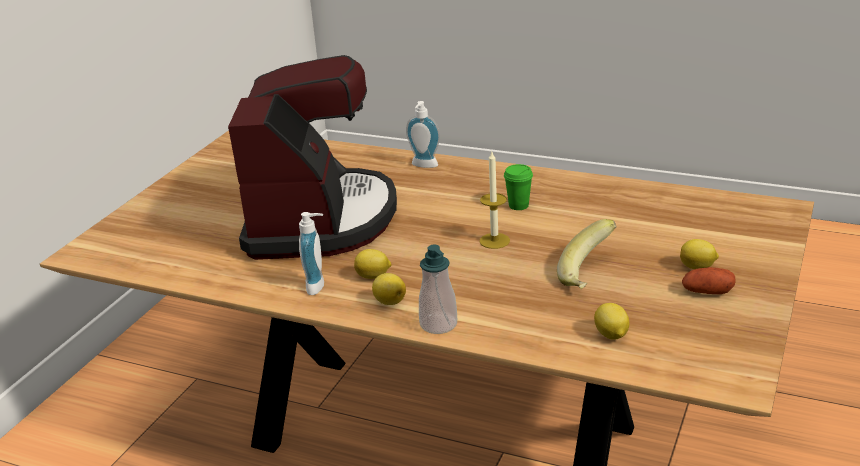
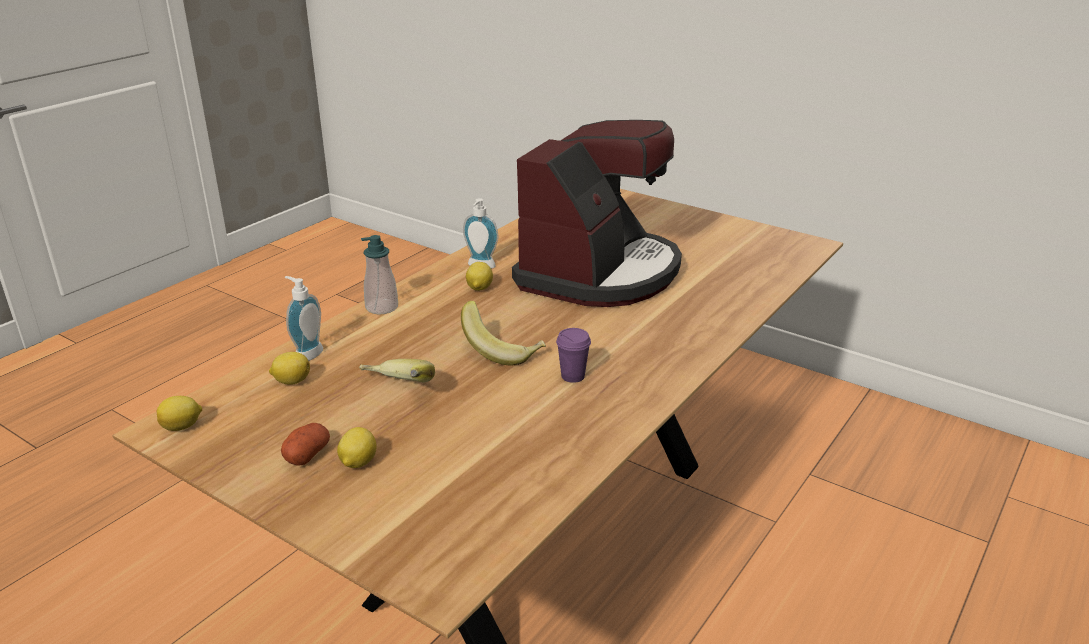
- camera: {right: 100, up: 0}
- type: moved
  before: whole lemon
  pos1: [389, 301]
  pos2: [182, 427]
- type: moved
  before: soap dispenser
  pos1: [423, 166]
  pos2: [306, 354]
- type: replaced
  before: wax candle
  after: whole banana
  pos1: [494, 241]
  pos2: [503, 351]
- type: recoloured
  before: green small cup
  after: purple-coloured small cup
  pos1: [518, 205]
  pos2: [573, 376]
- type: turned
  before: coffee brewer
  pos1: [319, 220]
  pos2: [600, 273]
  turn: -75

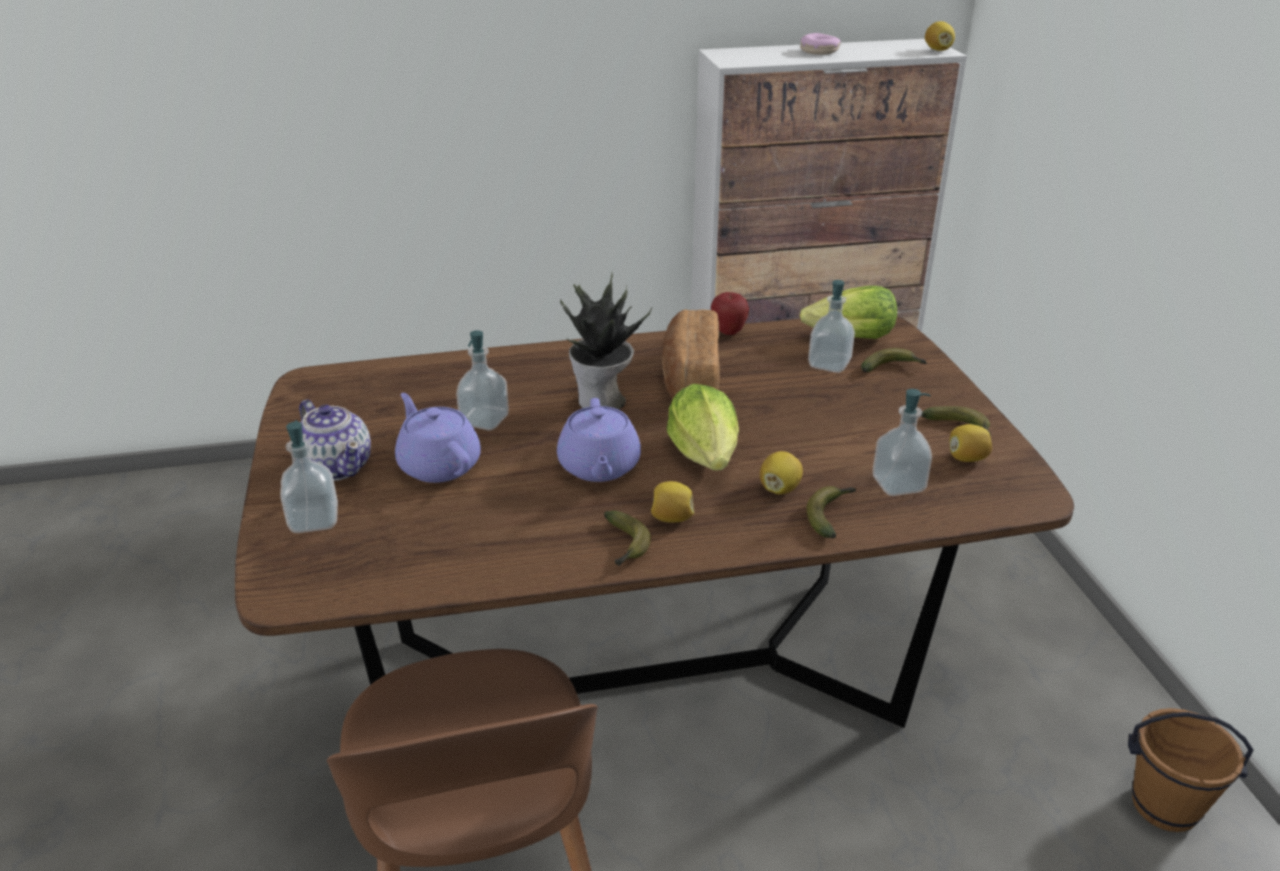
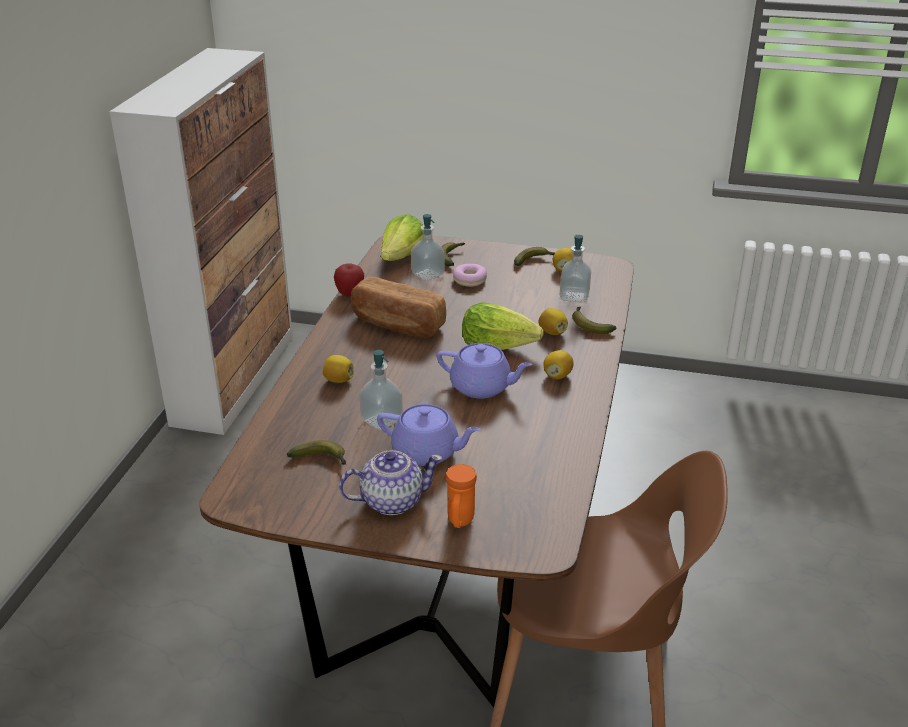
- camera: {right: -65, up: 0}
- type: removed
  before: potted plant
  pos1: [602, 402]
- type: removed
  before: brown bucket
  pos1: [1164, 805]
- type: moved
  before: whole banana
  pos1: [625, 546]
  pos2: [322, 459]
- type: moved
  before: doughnut
  pos1: [819, 51]
  pos2: [470, 280]
- type: moved
  before: whole lemon
  pos1: [938, 50]
  pos2: [338, 380]
- type: replaced
  before: soap dispenser
  after: orange coffee mug
  pos1: [314, 520]
  pos2: [459, 522]
- type: turned
  before: purple-coloured pot for tea
  pos1: [438, 465]
  pos2: [427, 452]
  turn: -150

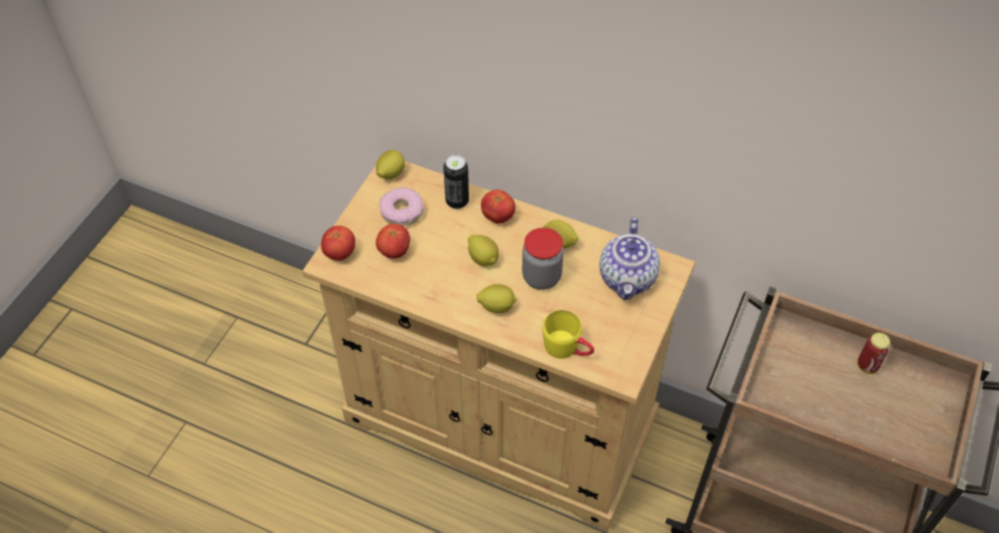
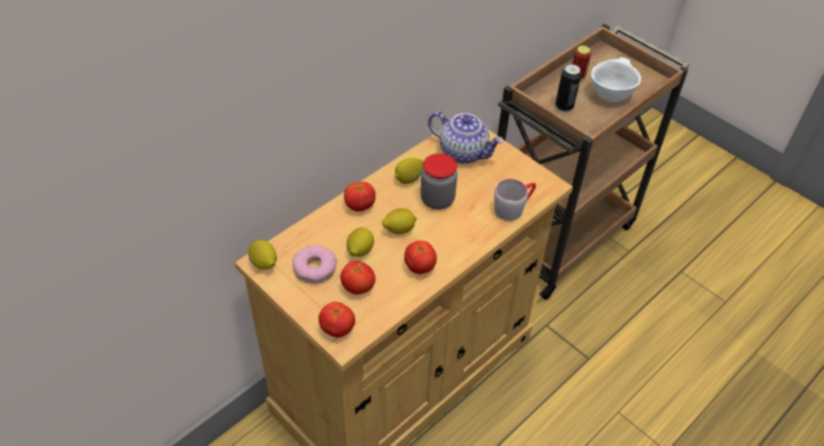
- camera: {right: -70, up: -5}
- type: added
  after: tomato
  pos2: [419, 267]
- type: added
  after: white-coloured serving bowl
  pos2: [610, 95]
- type: moved
  before: metal can
  pos1: [457, 201]
  pos2: [564, 106]
- type: moved
  before: whole lemon
  pos1: [497, 306]
  pos2: [359, 251]
- type: recoloured
  before: yellowish coffee mug
  after: grey coffee mug
  pos1: [568, 348]
  pos2: [513, 207]

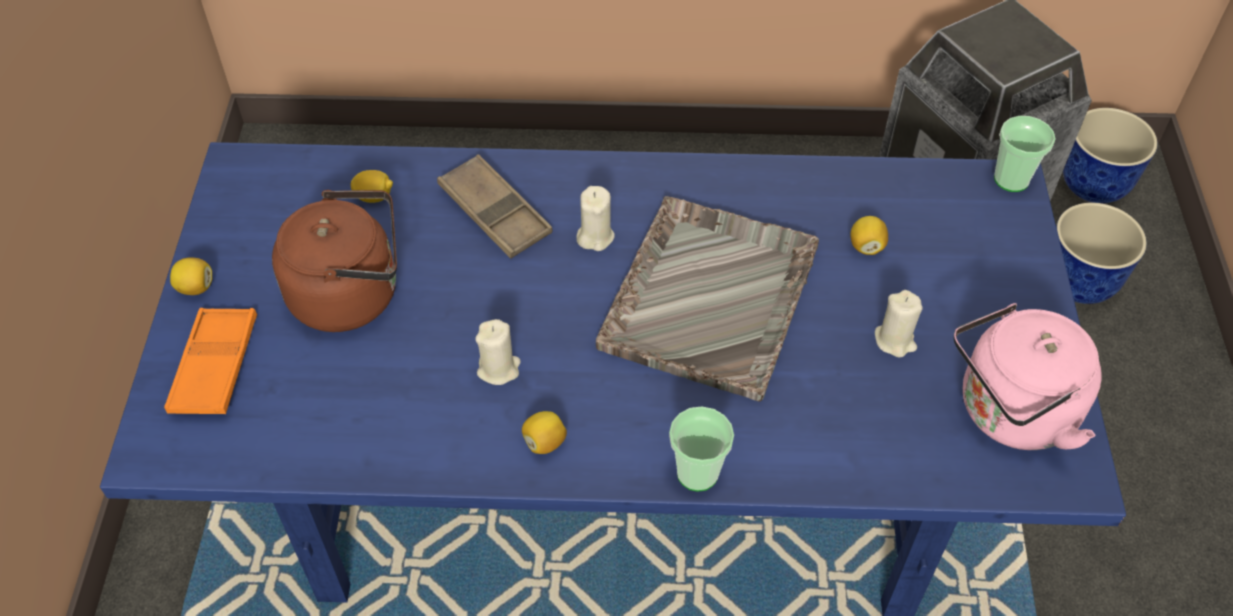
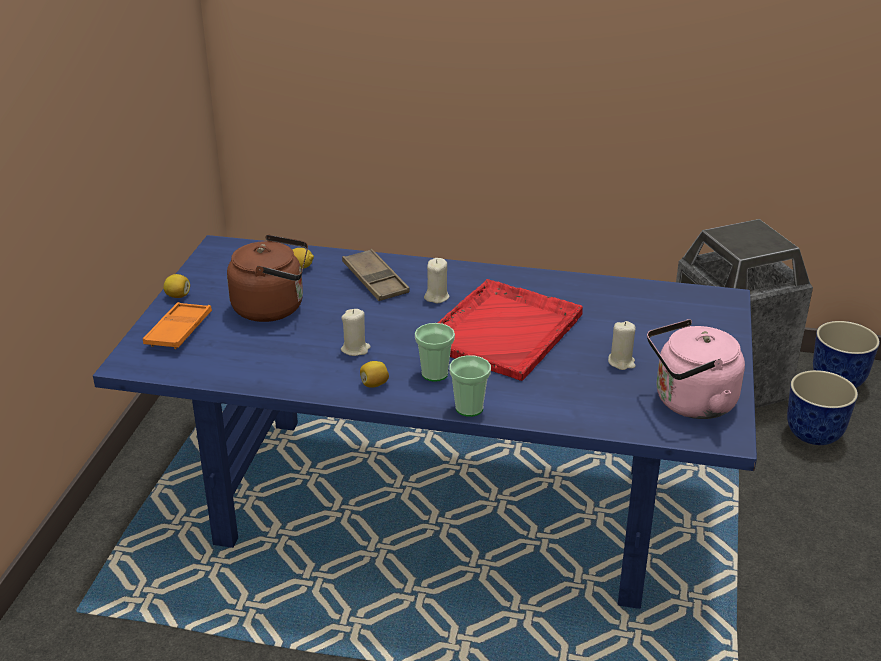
- camera: {right: 10, up: -20}
- type: removed
  before: whole lemon
  pos1: [866, 246]
- type: moved
  before: small cup
  pos1: [1011, 179]
  pos2: [434, 374]
- type: recoloured
  before: grey serving tray
  after: red-coloured serving tray
  pos1: [711, 296]
  pos2: [504, 330]

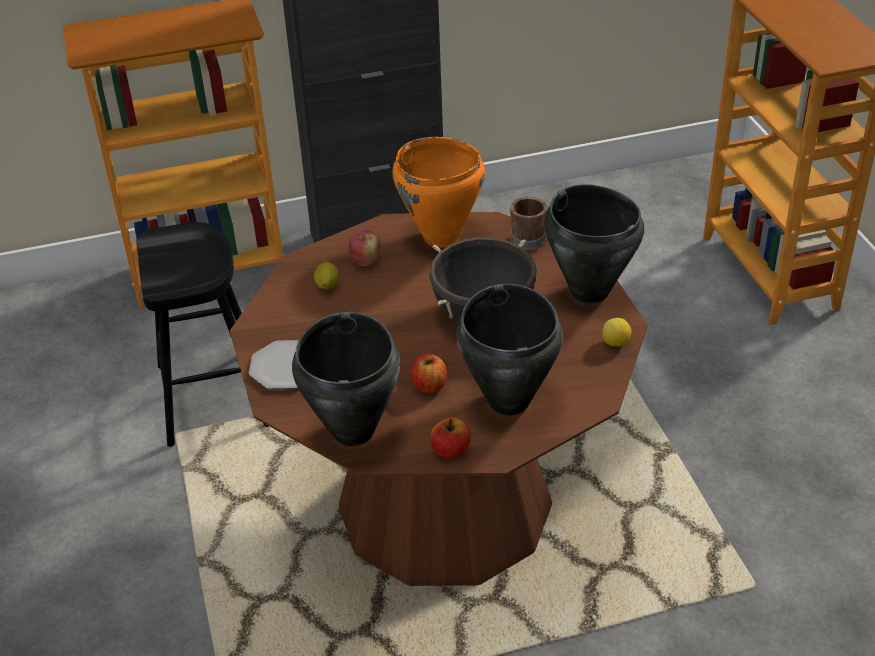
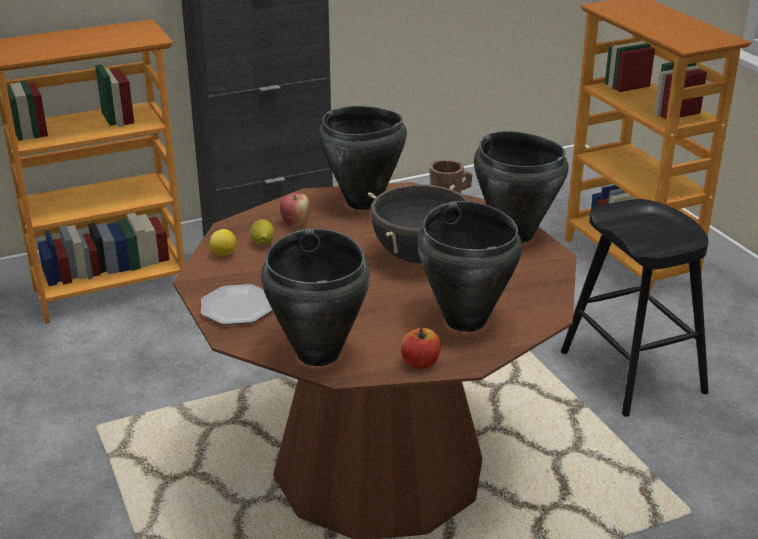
- camera: {right: -10, up: -10}
- type: removed
  before: whole apple
  pos1: [429, 385]
- type: moved
  before: black sitting stool
  pos1: [213, 395]
  pos2: [632, 372]
- type: moved
  before: whole lemon
  pos1: [616, 343]
  pos2: [224, 254]
- type: recoloured
  before: orange saucepot
  after: black saucepot
  pos1: [441, 237]
  pos2: [363, 202]

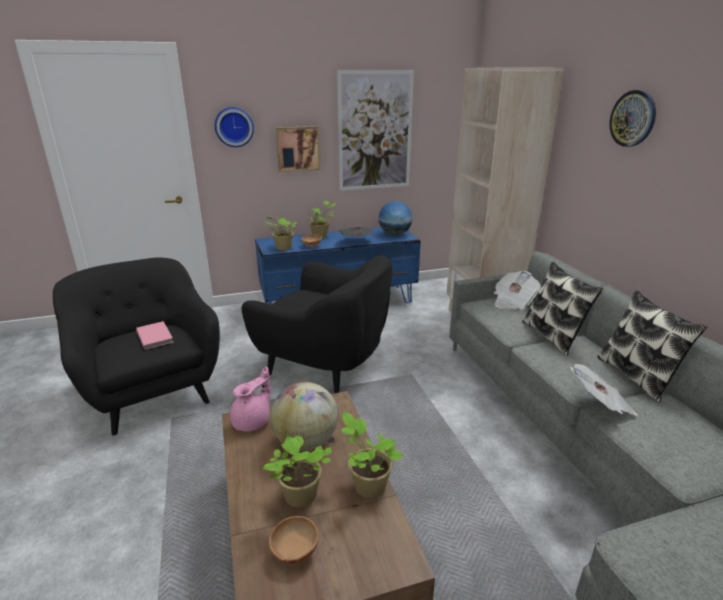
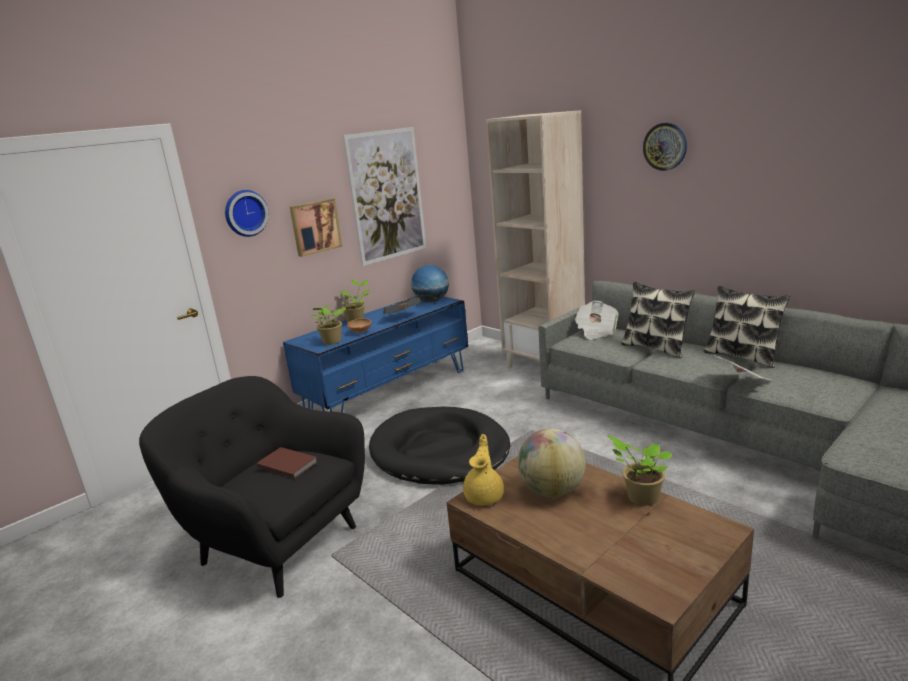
- camera: {right: -25, up: -5}
- type: removed
  before: potted plant
  pos1: [299, 497]
- type: removed
  before: brown serving bowl
  pos1: [294, 551]
- type: replaced
  before: black armchair
  after: black dog cushion
  pos1: [325, 365]
  pos2: [440, 451]
- type: recoloured
  before: pink-coloured volume
  after: brown volume
  pos1: [155, 336]
  pos2: [288, 464]
- type: recoloured
  before: pink-coloured pot for tea
  after: yellowish pot for tea
  pos1: [253, 421]
  pos2: [485, 495]

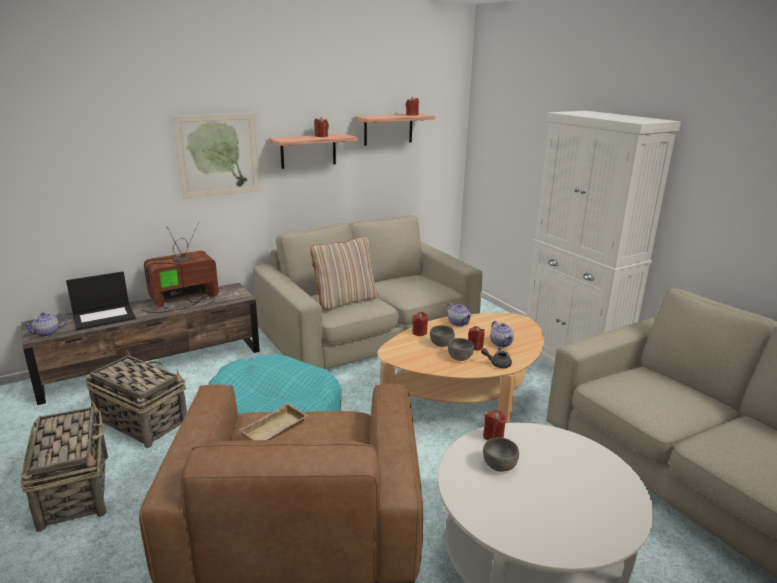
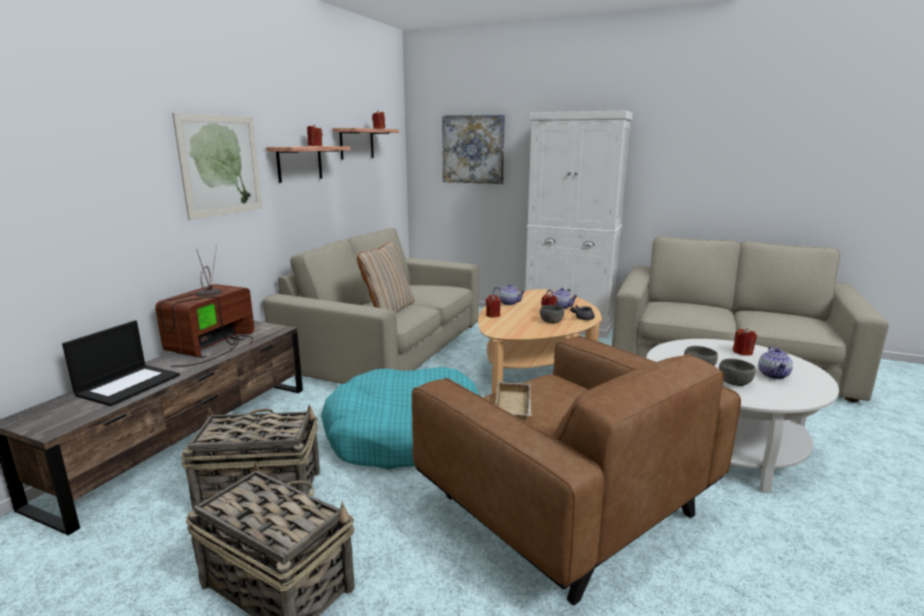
- camera: {right: -35, up: -5}
- type: added
  after: wall picture
  pos2: [473, 149]
- type: moved
  before: pot for tea
  pos1: [47, 333]
  pos2: [774, 375]
- type: moved
  before: grey serving bowl
  pos1: [441, 344]
  pos2: [735, 382]
- type: moved
  before: red-coloured wax candle
  pos1: [493, 436]
  pos2: [742, 352]

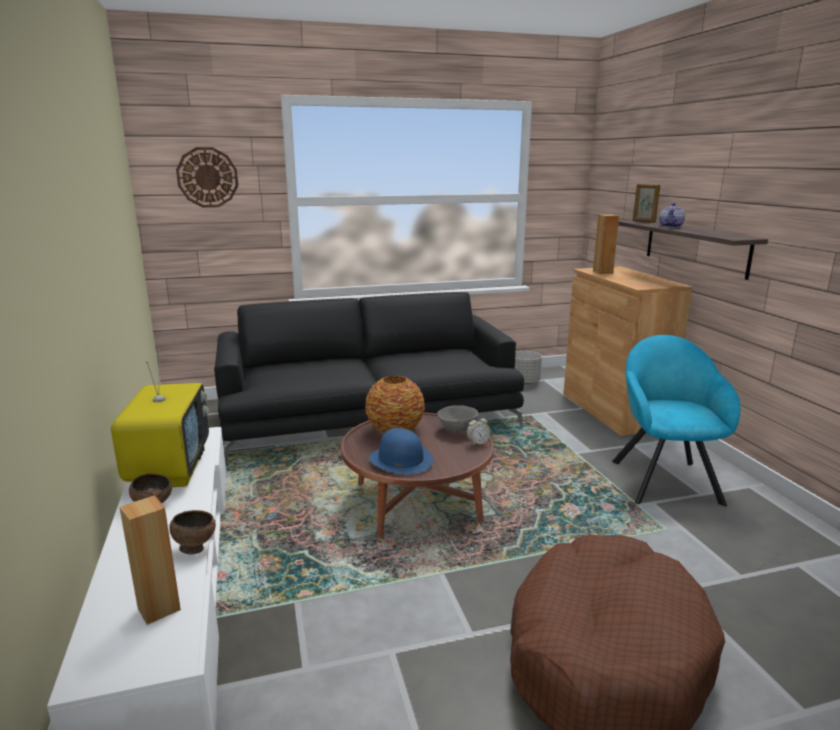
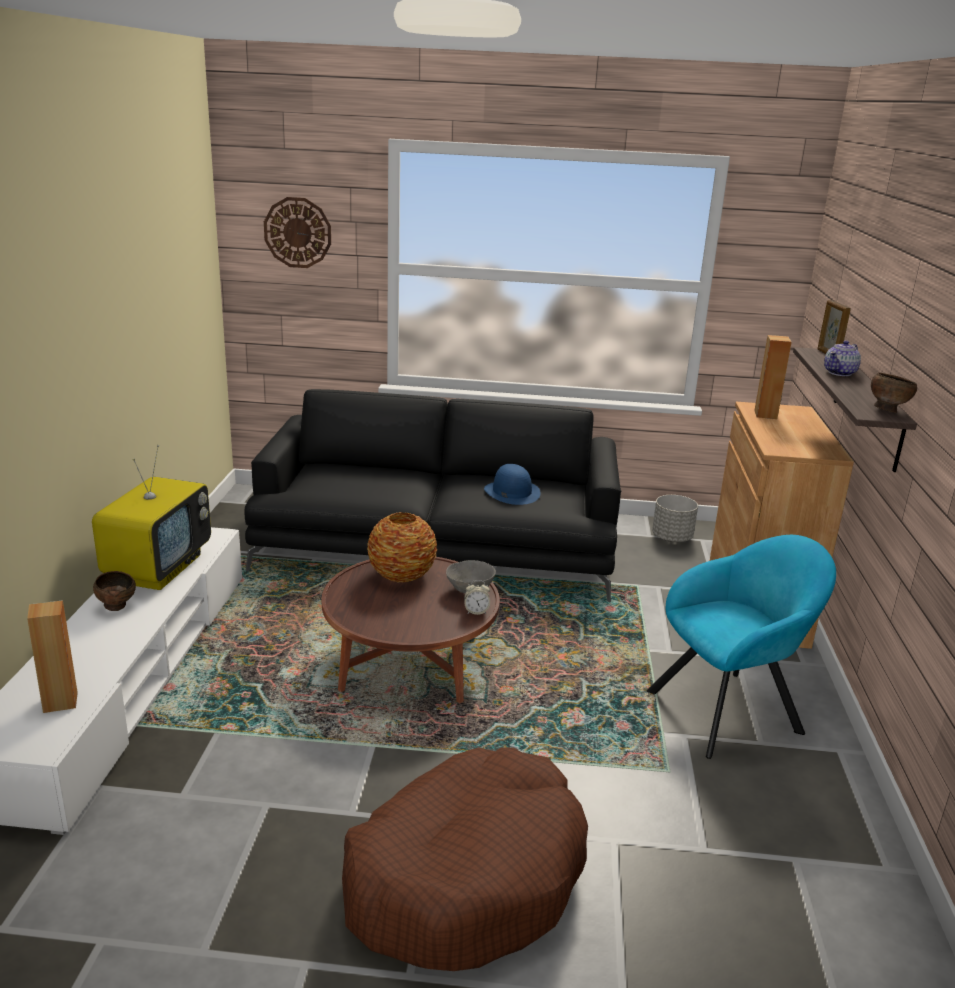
- camera: {right: 20, up: 5}
- type: moved
  before: brown serving bowl
  pos1: [195, 549]
  pos2: [886, 410]
- type: moved
  before: bluish clothing hat
  pos1: [400, 459]
  pos2: [511, 492]
- type: turned
  before: blue-green armchair
  pos1: [663, 478]
  pos2: [730, 710]
  turn: 45

